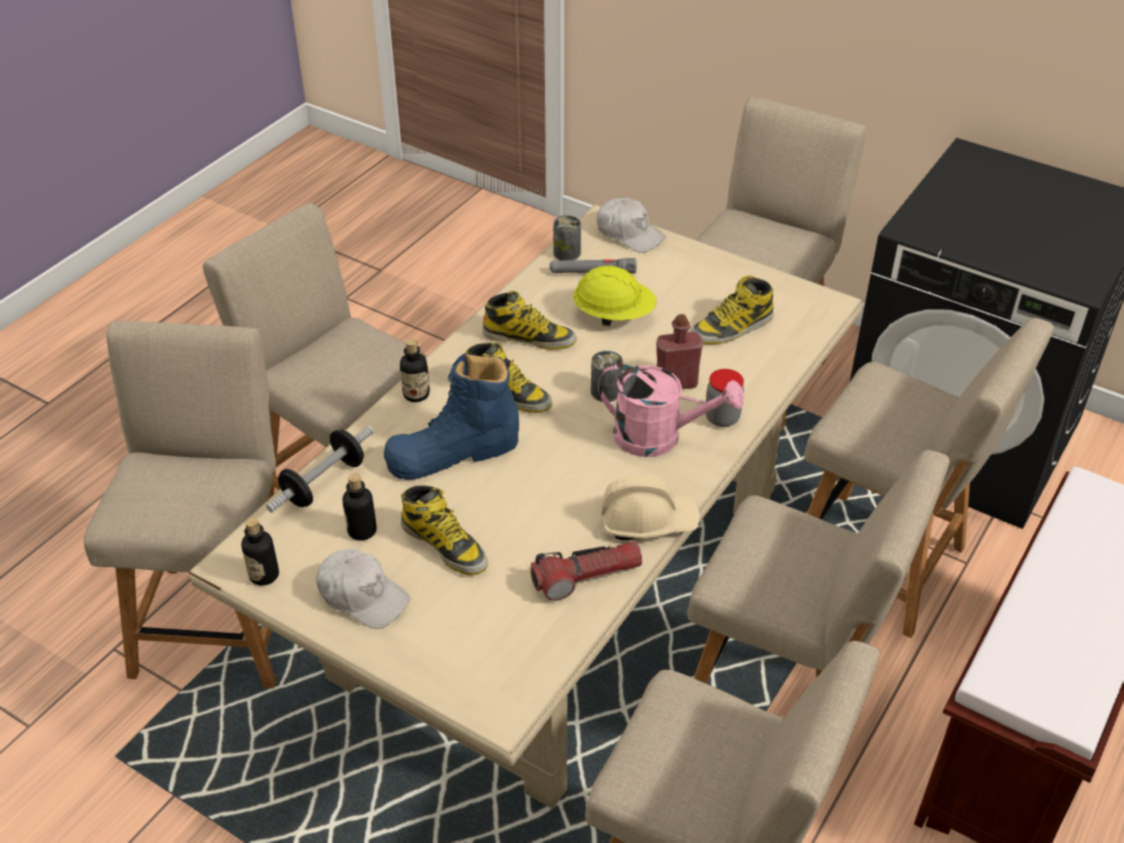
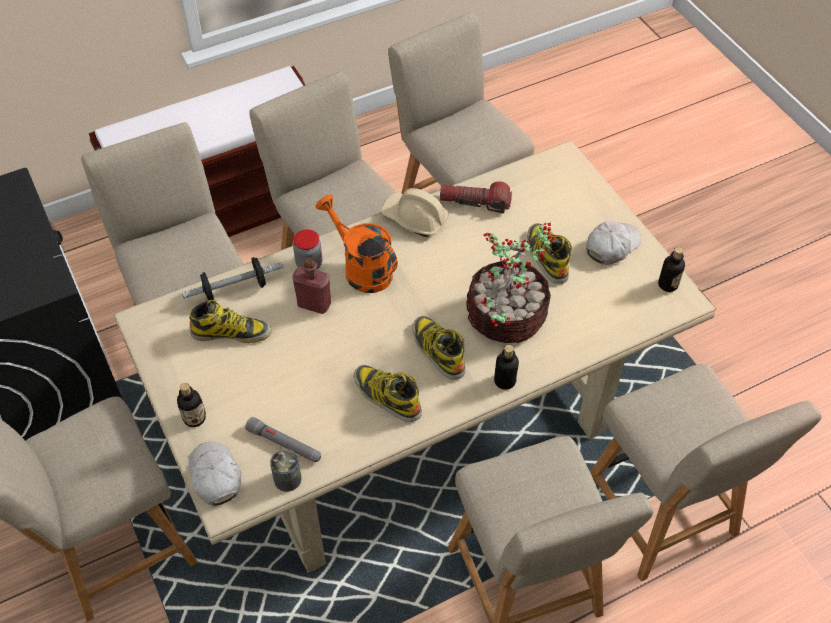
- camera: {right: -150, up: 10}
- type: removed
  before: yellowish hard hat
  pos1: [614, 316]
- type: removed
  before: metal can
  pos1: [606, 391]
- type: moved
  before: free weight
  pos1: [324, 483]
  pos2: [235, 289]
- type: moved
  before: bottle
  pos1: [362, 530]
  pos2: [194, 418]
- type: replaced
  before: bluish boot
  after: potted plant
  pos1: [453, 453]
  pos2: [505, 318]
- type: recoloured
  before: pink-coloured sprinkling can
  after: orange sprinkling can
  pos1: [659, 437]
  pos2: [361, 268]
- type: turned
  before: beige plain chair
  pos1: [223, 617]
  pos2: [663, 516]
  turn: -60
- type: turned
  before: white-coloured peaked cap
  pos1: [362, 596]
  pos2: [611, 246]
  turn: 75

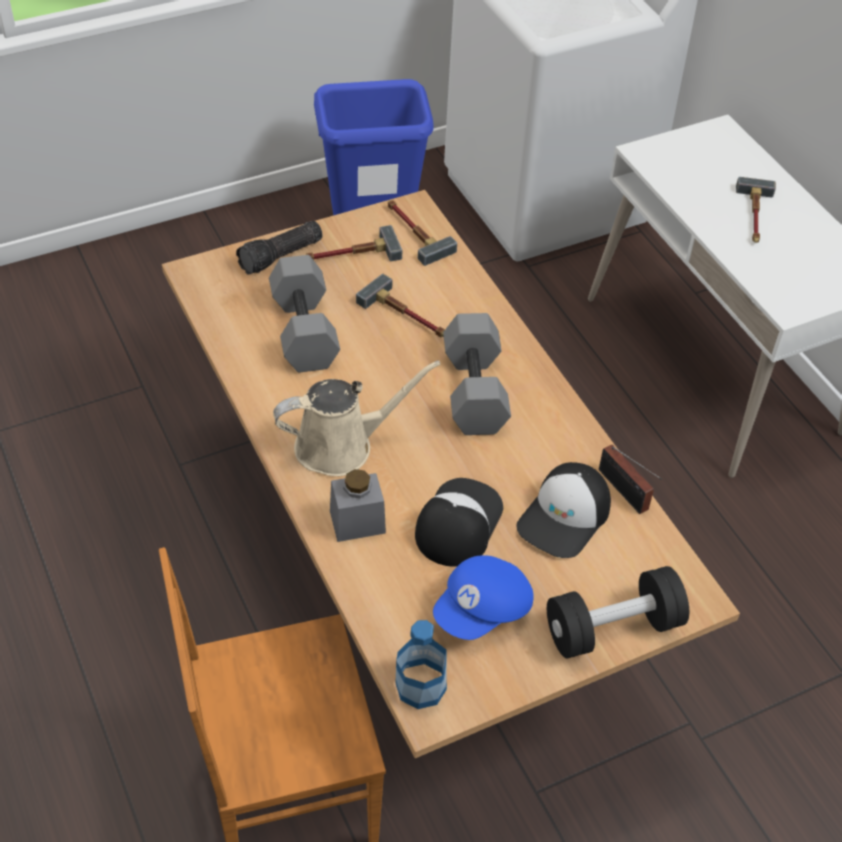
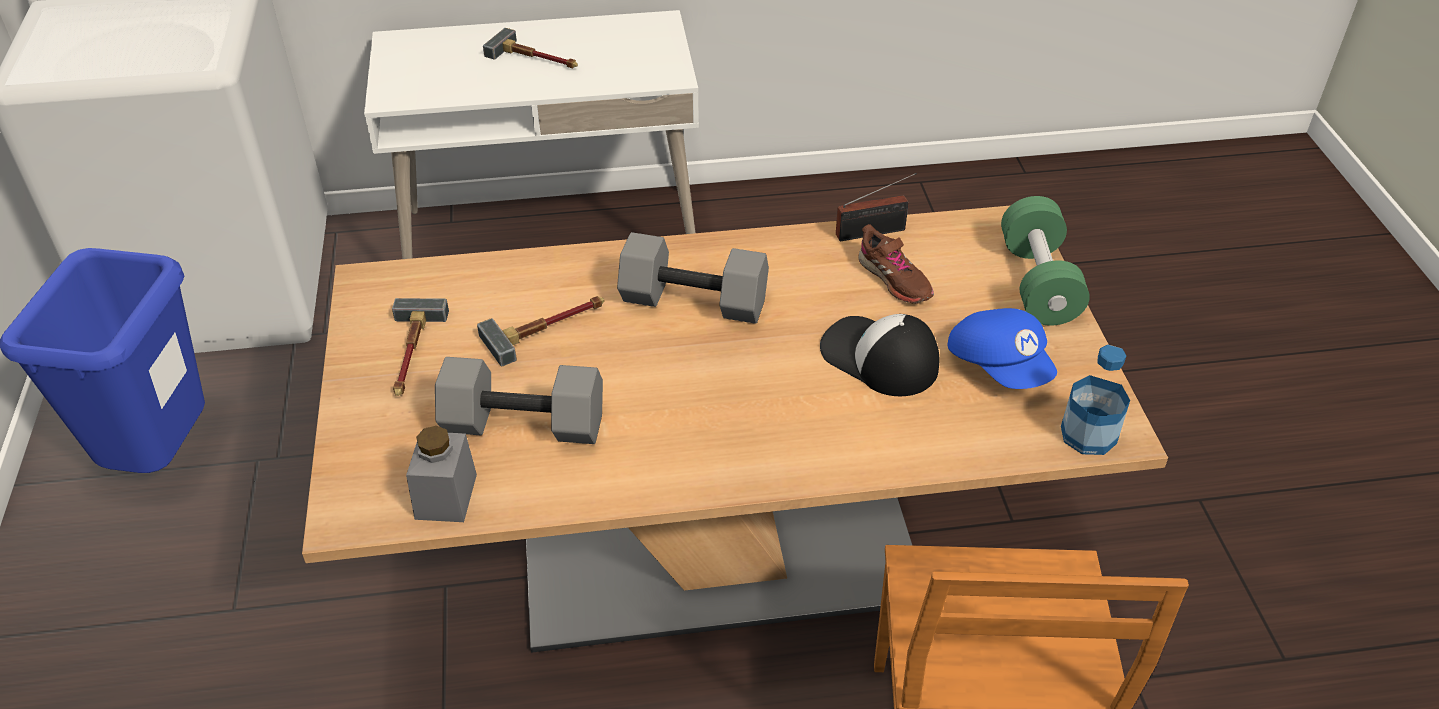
- camera: {right: -70, up: -5}
- type: removed
  before: hand torch
  pos1: [281, 257]
- type: removed
  before: beige sprinkling can
  pos1: [341, 445]
- type: removed
  before: hammer
  pos1: [414, 232]
- type: moved
  before: grey storage jar
  pos1: [357, 522]
  pos2: [446, 496]
- type: replaced
  before: peaked cap
  after: brown shoe
  pos1: [565, 517]
  pos2: [894, 279]
- type: recoloured
  before: black free weight
  after: green free weight
  pos1: [612, 628]
  pos2: [1038, 283]

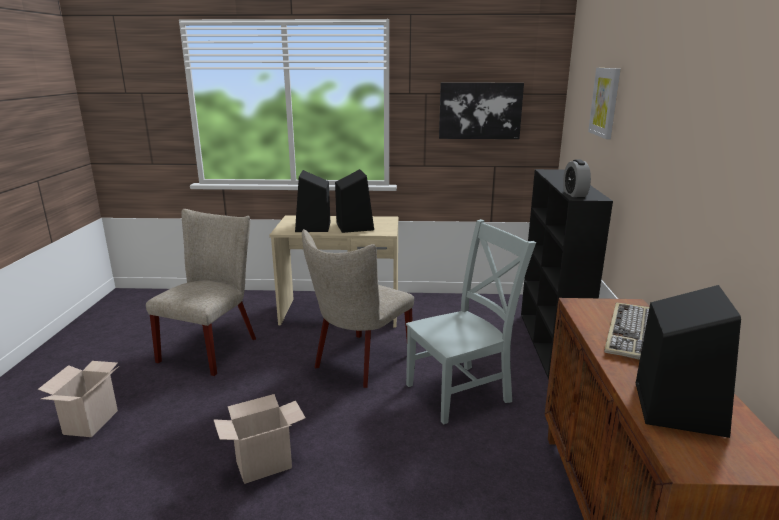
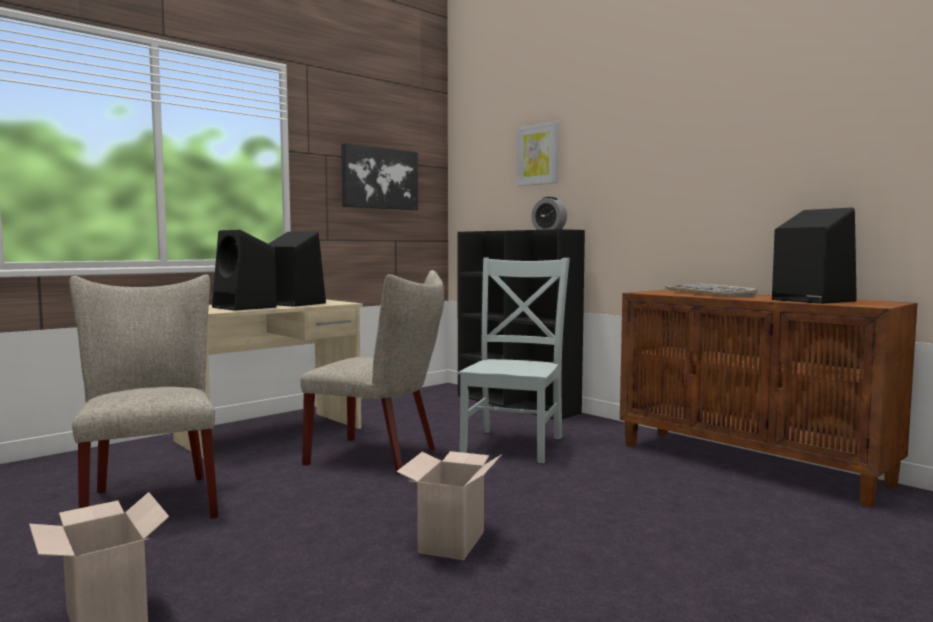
- camera: {right: -45, up: -15}
- type: turned
  before: beige plain chair
  pos1: [359, 362]
  pos2: [380, 456]
  turn: -60

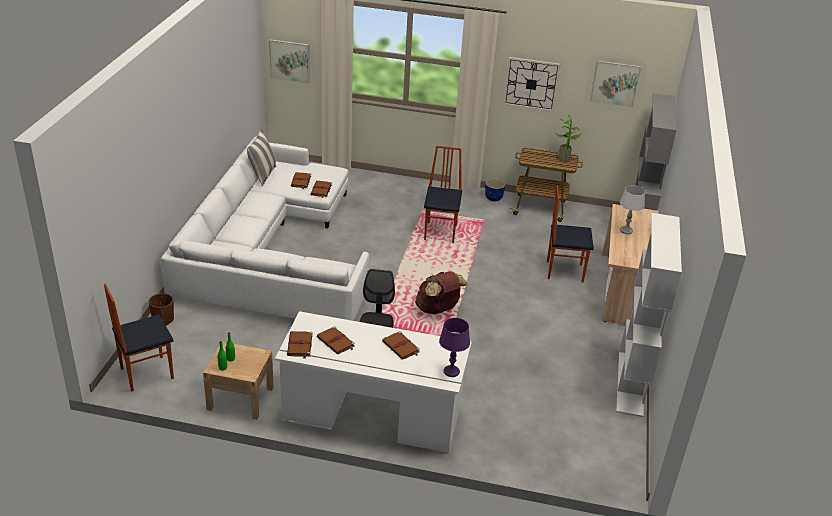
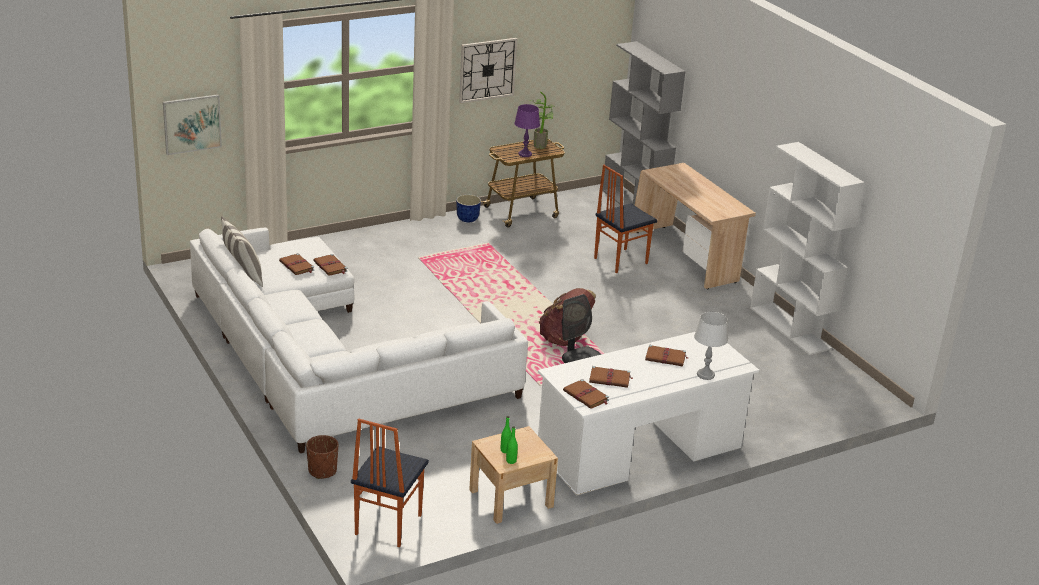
- camera: {right: -40, up: -5}
- type: removed
  before: plain chair
  pos1: [441, 232]
- type: removed
  before: wall picture
  pos1: [615, 83]
- type: moved
  before: purple-coloured table lamp
  pos1: [451, 371]
  pos2: [525, 154]
- type: moved
  before: grey table lamp
  pos1: [626, 230]
  pos2: [705, 375]

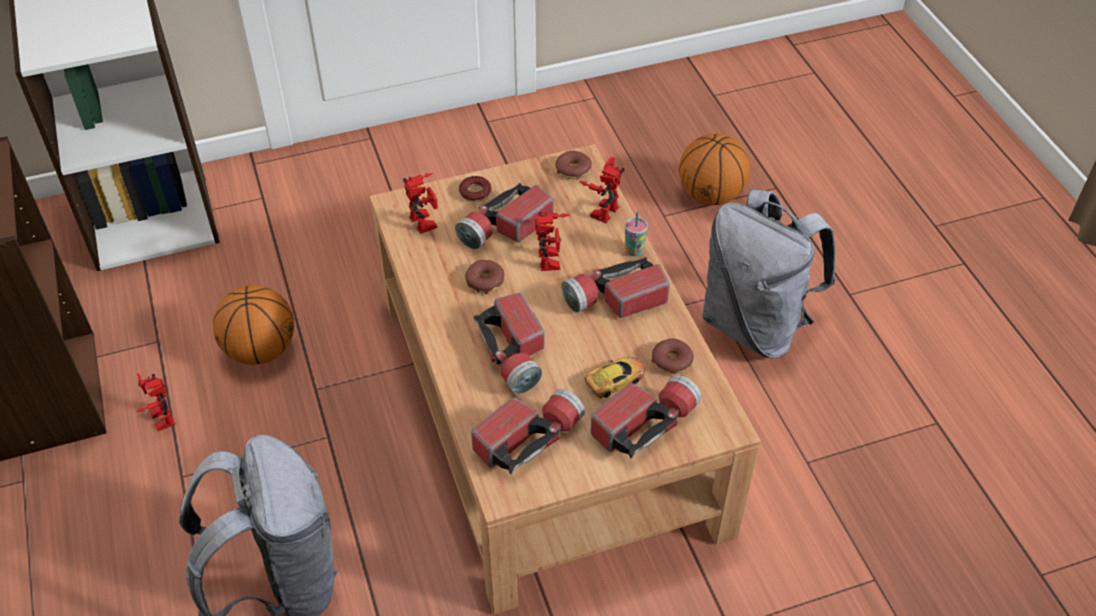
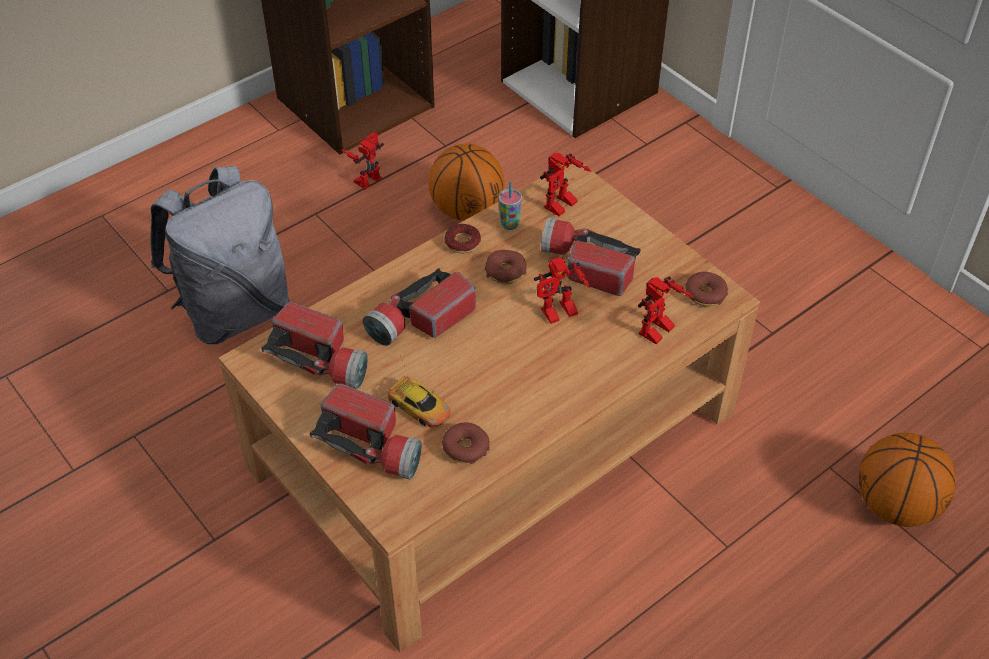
- camera: {right: 70, up: 0}
- type: removed
  before: hand torch
  pos1: [615, 299]
- type: removed
  before: grey backpack
  pos1: [755, 325]
- type: moved
  before: doughnut
  pos1: [475, 192]
  pos2: [462, 242]
- type: moved
  before: small cup
  pos1: [634, 251]
  pos2: [509, 224]
- type: turned
  before: robot figure
  pos1: [602, 209]
  pos2: [658, 334]
  turn: 120

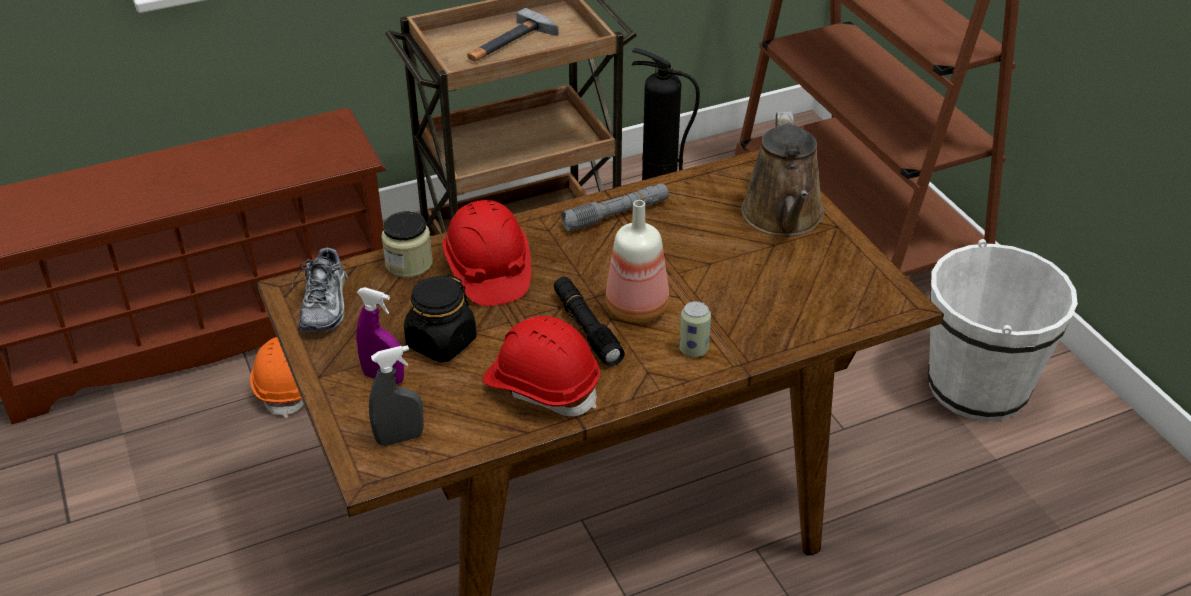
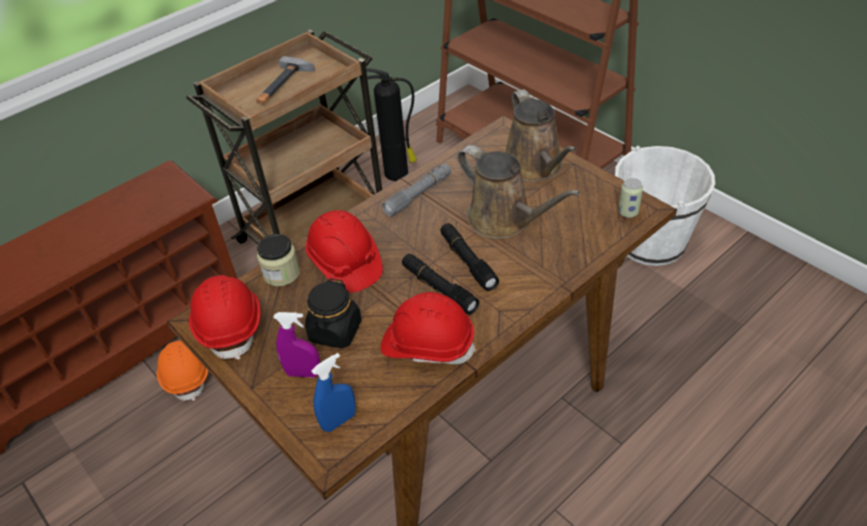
- camera: {right: -15, up: 5}
- type: added
  after: brown sprinkling can
  pos2: [504, 220]
- type: moved
  before: metal can
  pos1: [693, 350]
  pos2: [628, 212]
- type: replaced
  before: shoe
  after: red-coloured hard hat
  pos1: [325, 304]
  pos2: [230, 325]
- type: replaced
  before: bottle
  after: black hand torch
  pos1: [638, 307]
  pos2: [468, 261]
- type: recoloured
  before: grey spray bottle
  after: bluish spray bottle
  pos1: [399, 438]
  pos2: [339, 421]

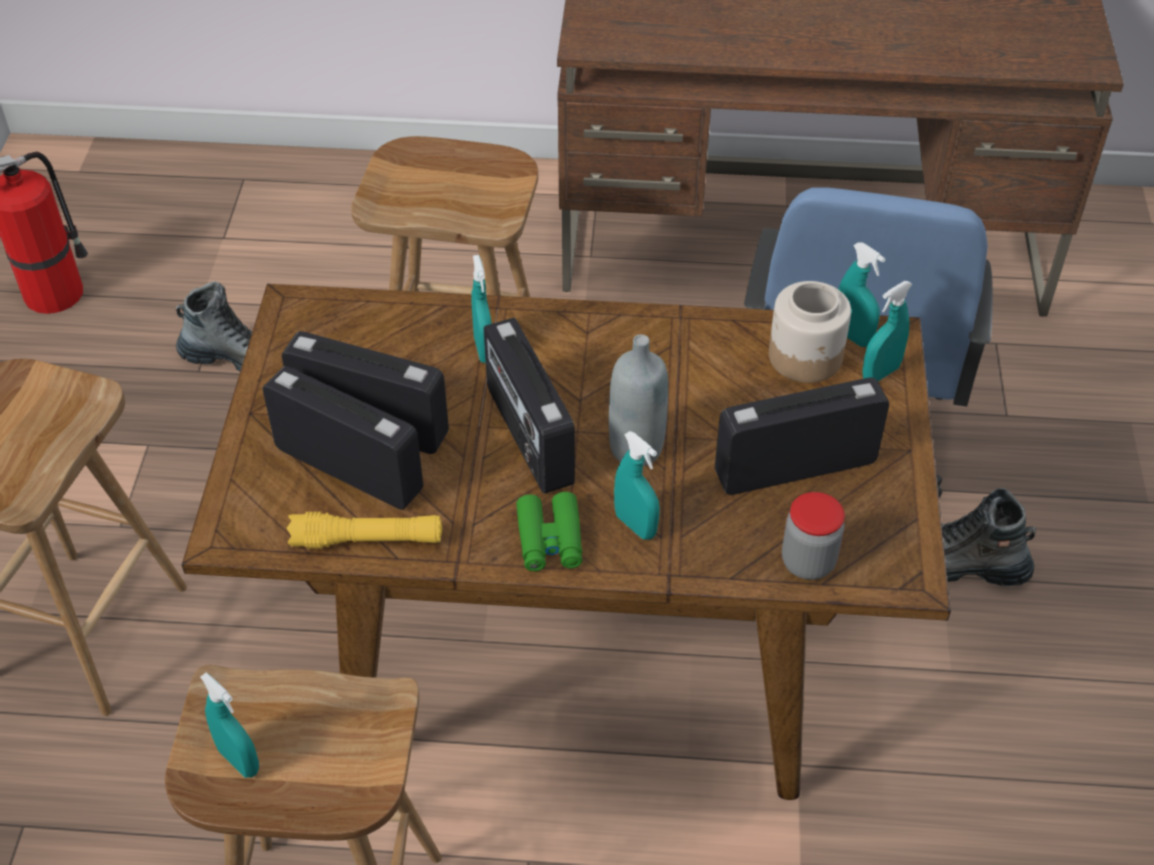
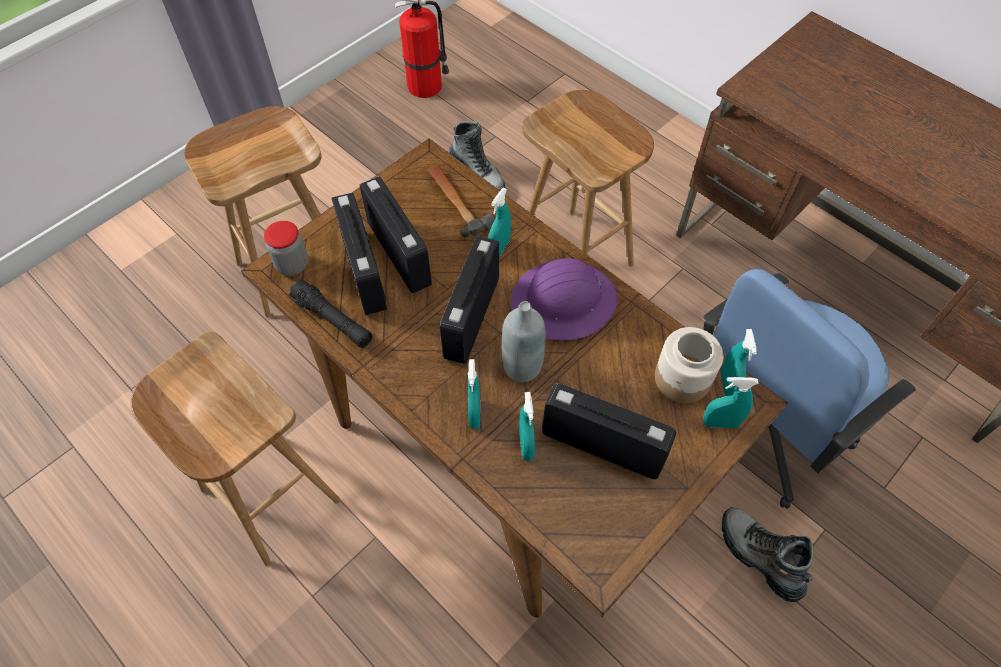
- camera: {right: 40, up: 10}
- type: removed
  before: green binoculars
  pos1: [550, 540]
- type: added
  after: hammer
  pos2: [458, 203]
- type: added
  after: purple-coloured hard hat
  pos2: [564, 302]
- type: moved
  before: blue-green spray bottle
  pos1: [239, 760]
  pos2: [526, 445]
- type: moved
  before: storage jar
  pos1: [808, 562]
  pos2: [292, 265]
- type: recoloured
  before: yellowish hand torch
  after: black hand torch
  pos1: [367, 540]
  pos2: [333, 320]

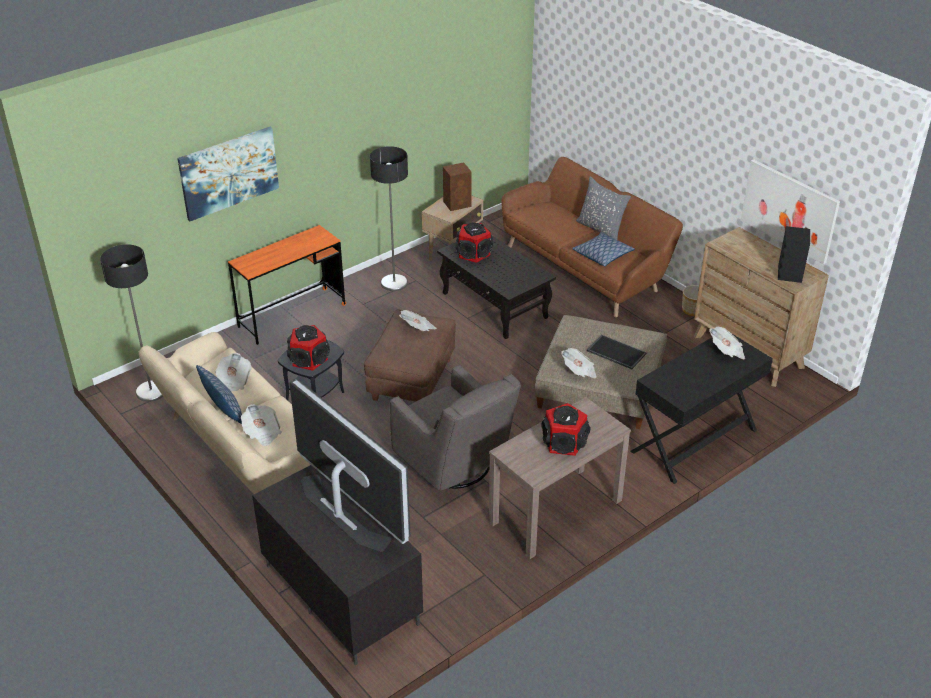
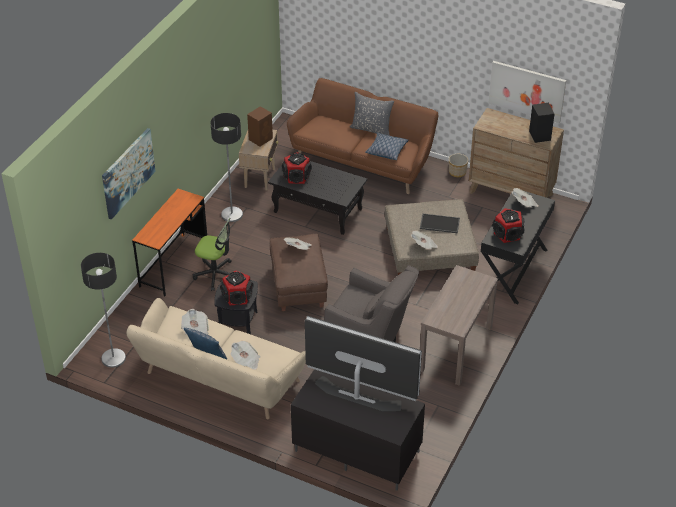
- camera: {right: -25, up: 5}
- type: added
  after: office chair
  pos2: [215, 274]
- type: moved
  before: loudspeaker
  pos1: [564, 443]
  pos2: [508, 234]

